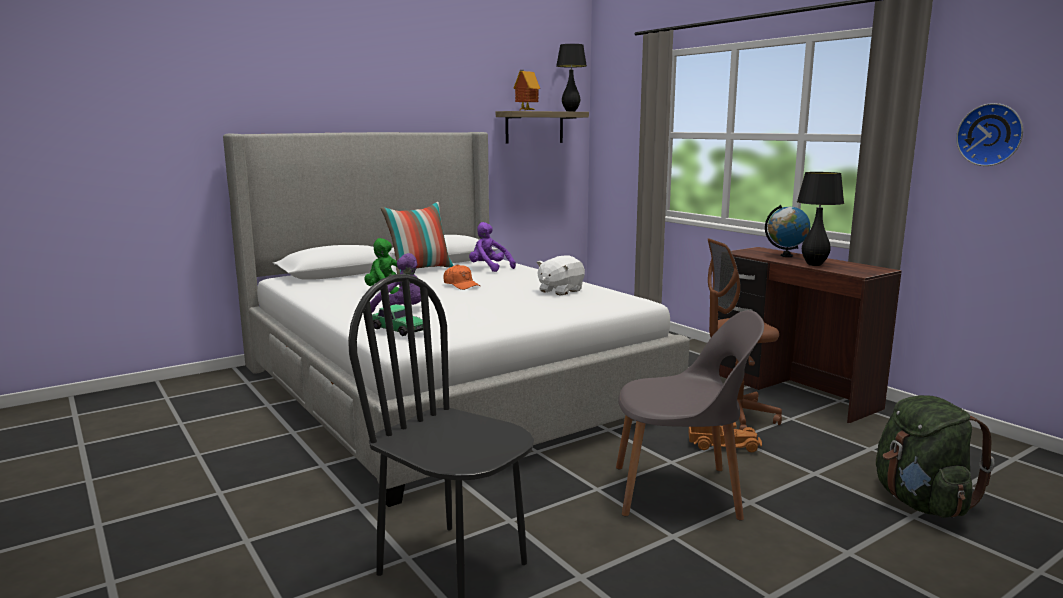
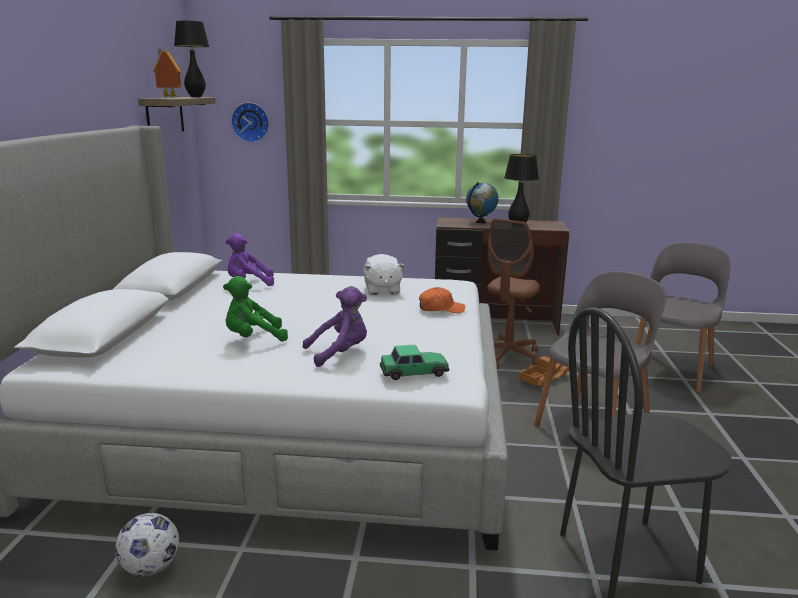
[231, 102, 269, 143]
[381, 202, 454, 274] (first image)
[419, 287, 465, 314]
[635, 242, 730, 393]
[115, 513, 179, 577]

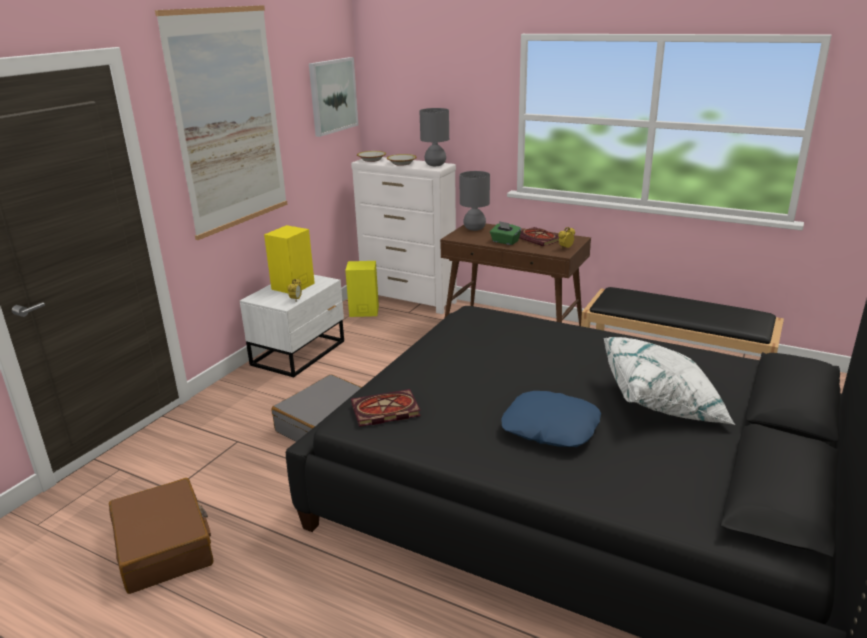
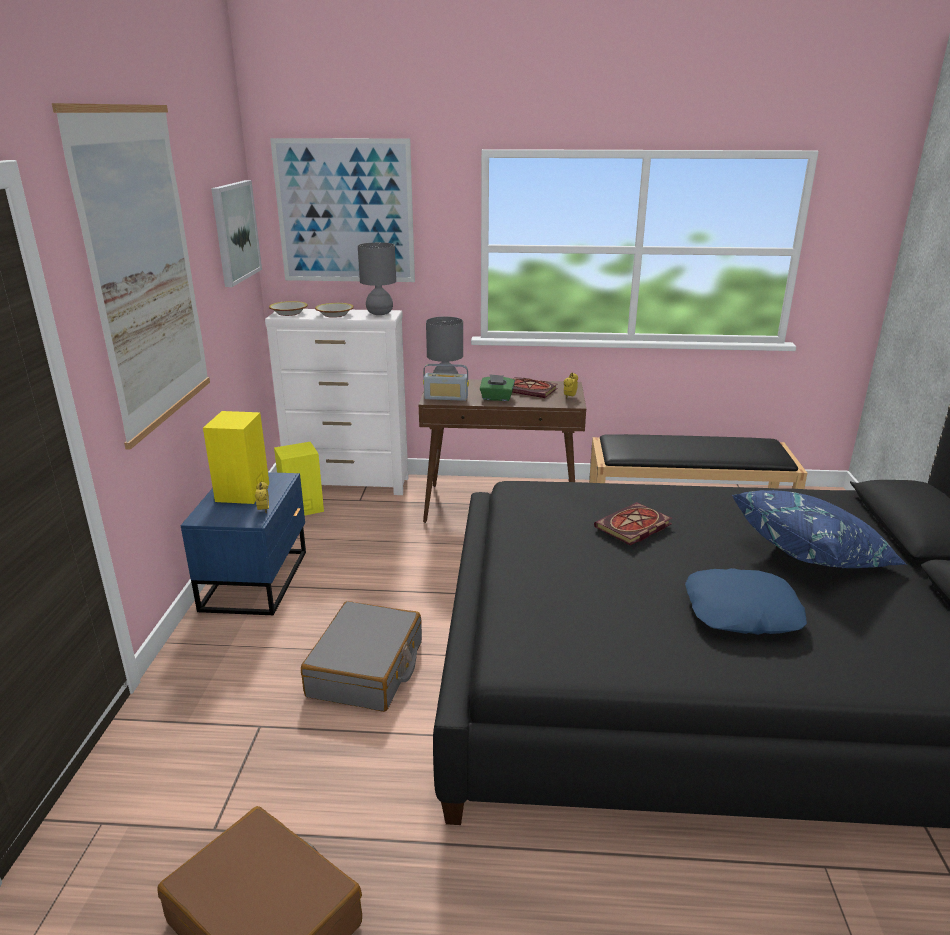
[181, 472, 306, 615]
[733, 490, 907, 568]
[594, 502, 672, 545]
[270, 138, 415, 282]
[423, 364, 469, 401]

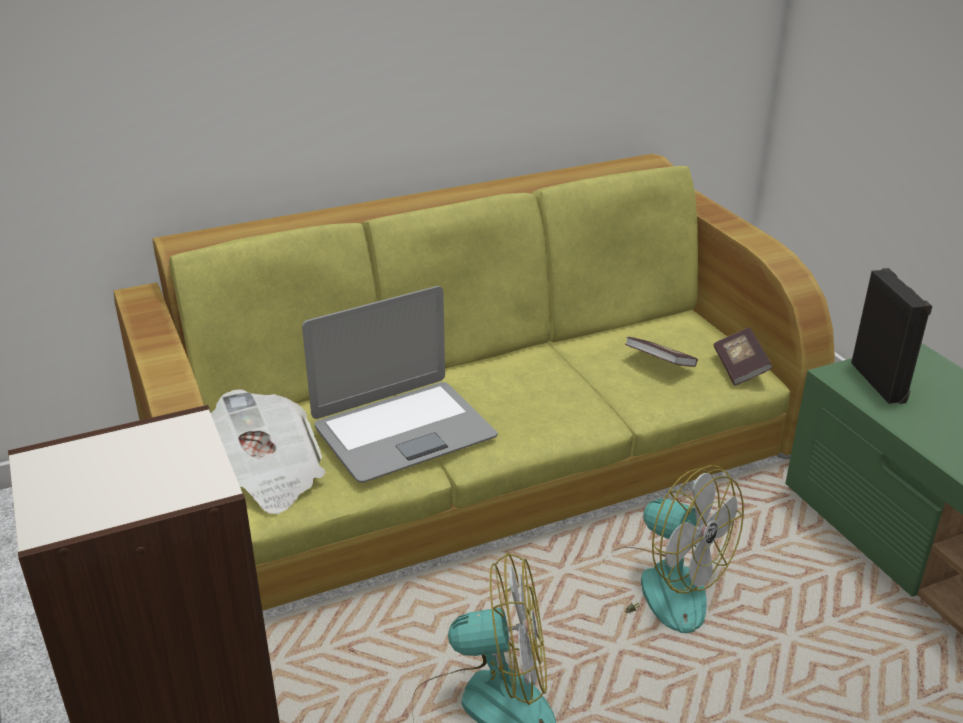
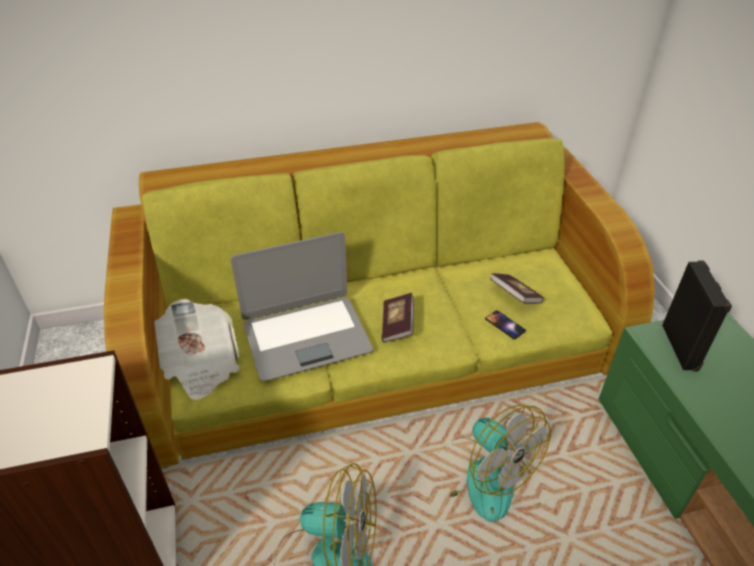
[382, 293, 414, 343]
[485, 310, 526, 339]

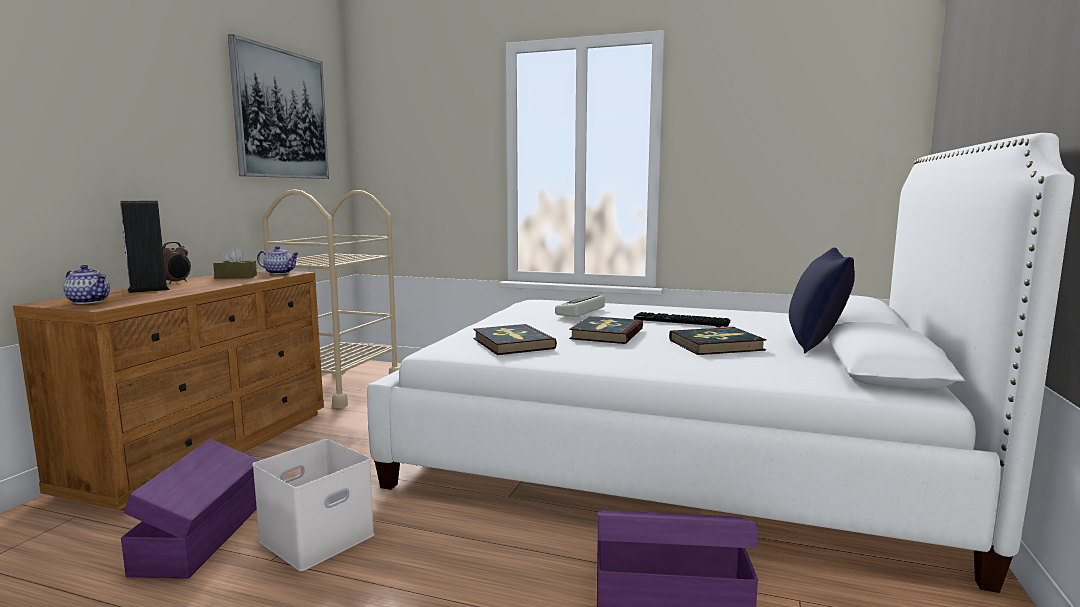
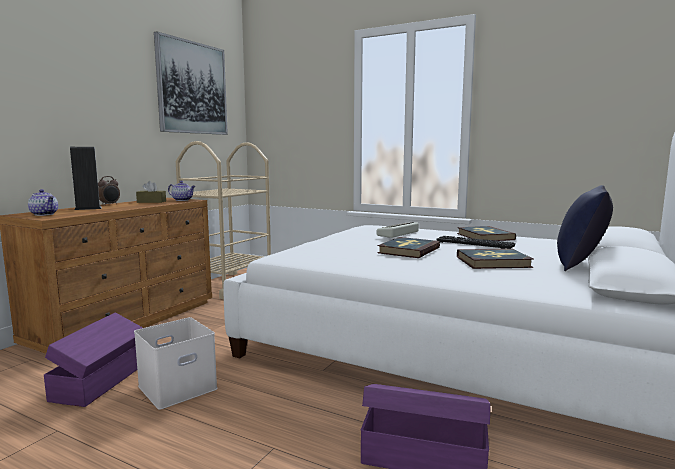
[457, 226, 516, 241]

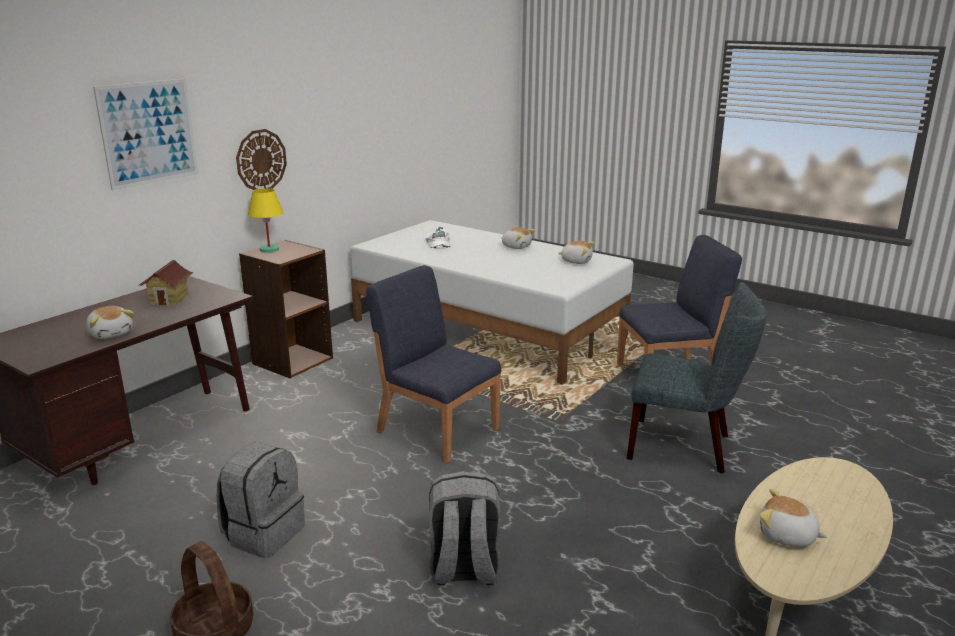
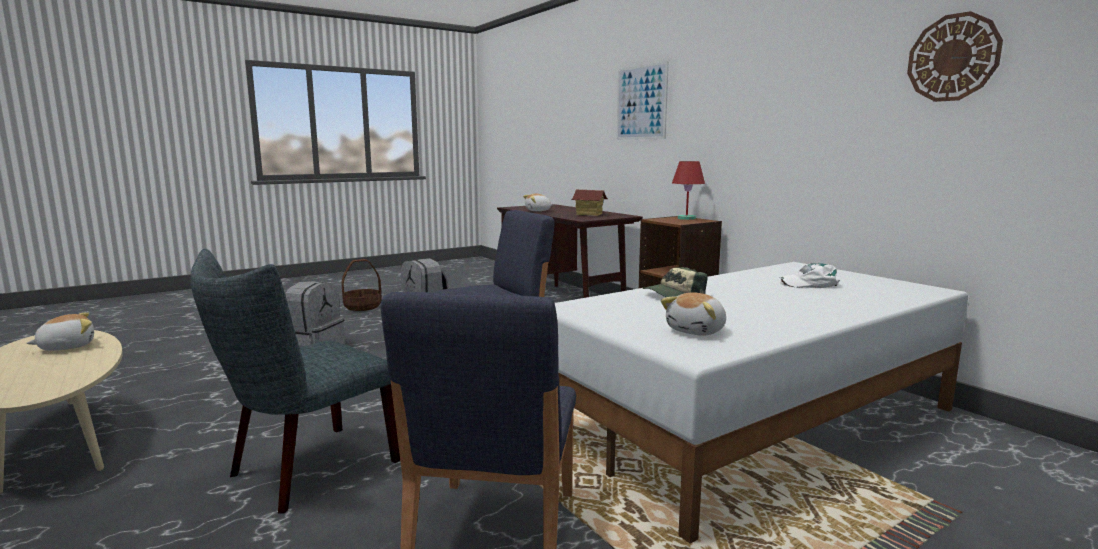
[907, 11, 1003, 102]
[672, 161, 705, 220]
[501, 227, 535, 249] (first image)
[643, 267, 707, 297]

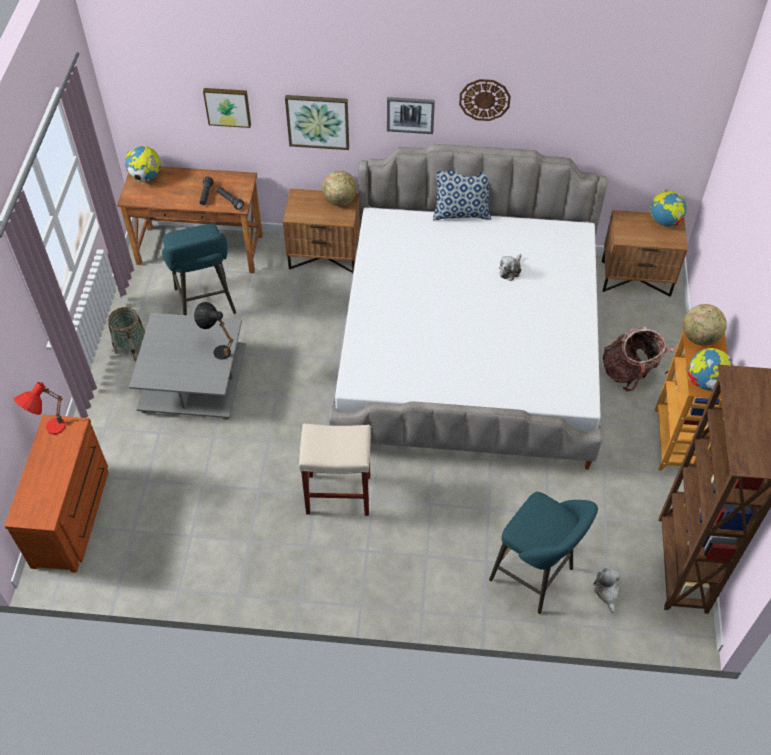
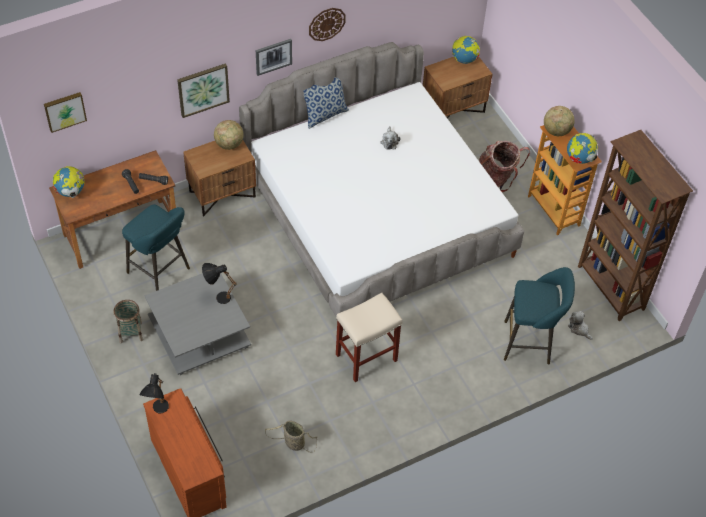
[44, 92, 87, 133]
[139, 373, 169, 413]
[265, 421, 317, 453]

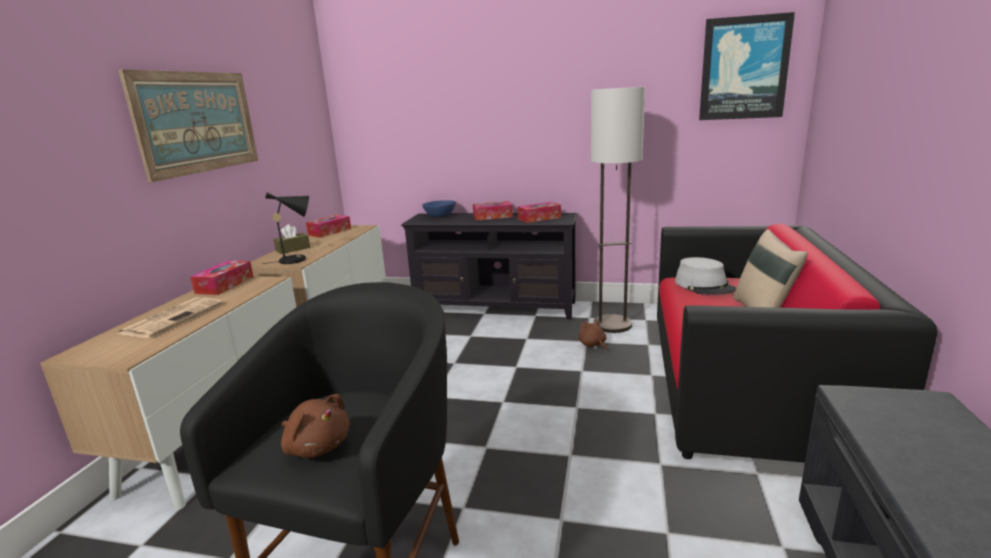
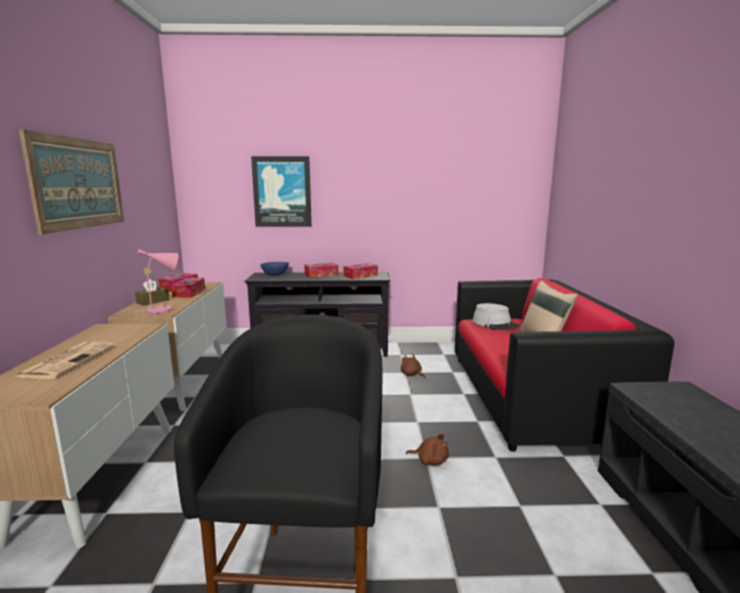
[251, 156, 312, 227]
[591, 87, 645, 333] (first image)
[130, 249, 178, 314]
[171, 278, 205, 298]
[406, 434, 449, 465]

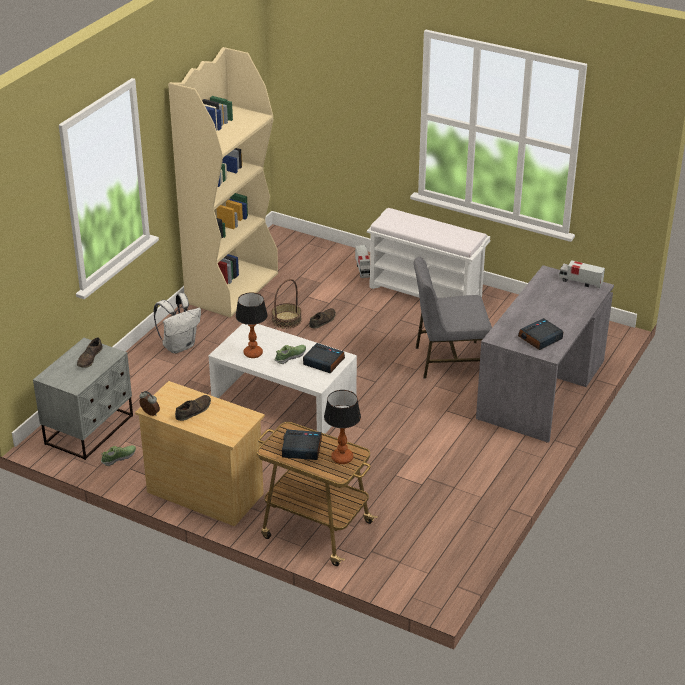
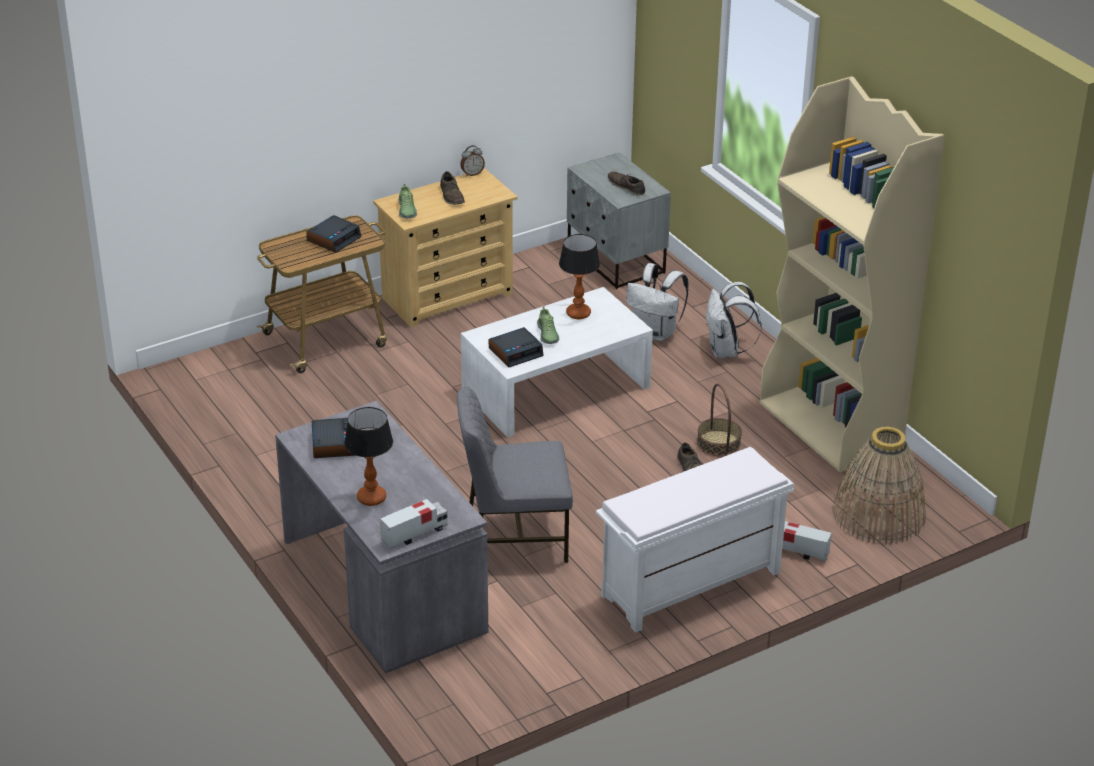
[457, 387, 573, 563]
[344, 407, 393, 506]
[398, 184, 417, 219]
[626, 263, 689, 341]
[832, 427, 926, 544]

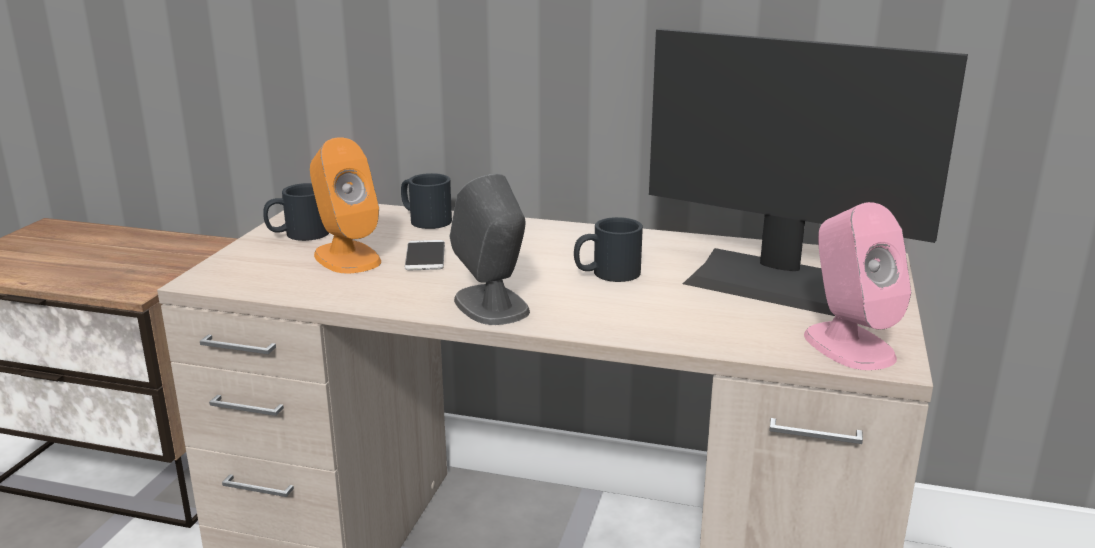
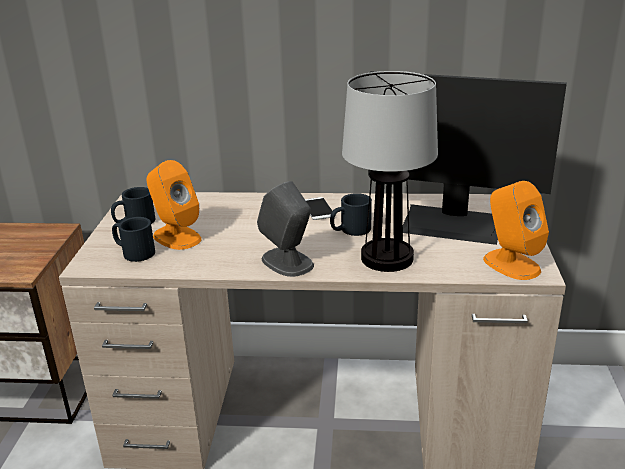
[112, 217, 155, 262]
[483, 181, 549, 280]
[305, 197, 332, 220]
[342, 71, 438, 272]

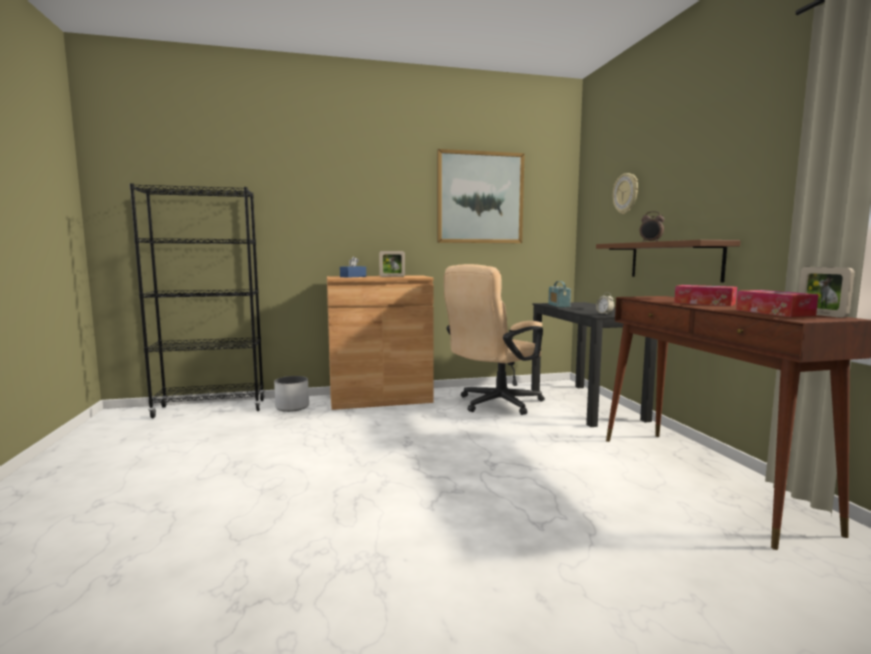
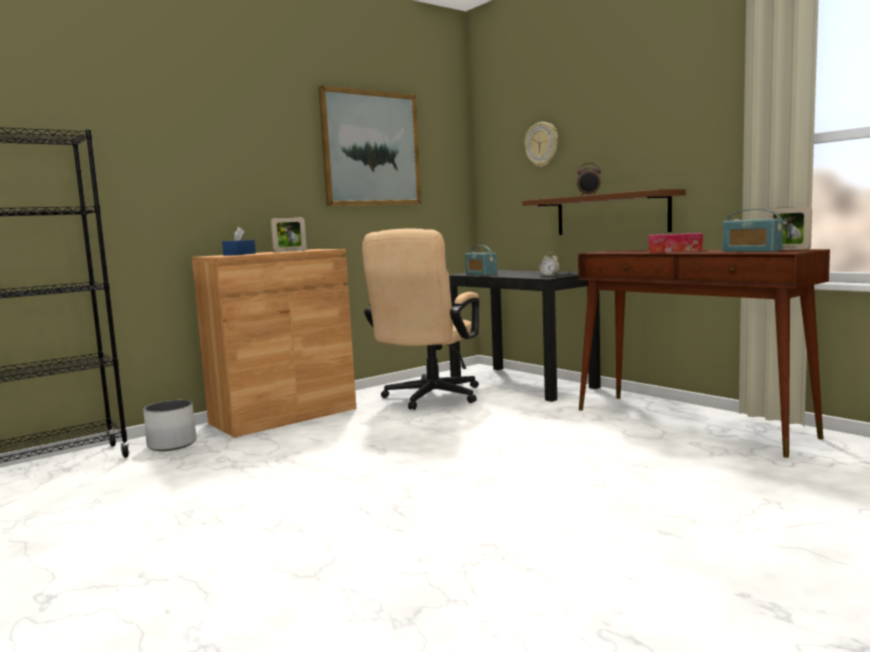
[722, 209, 783, 252]

